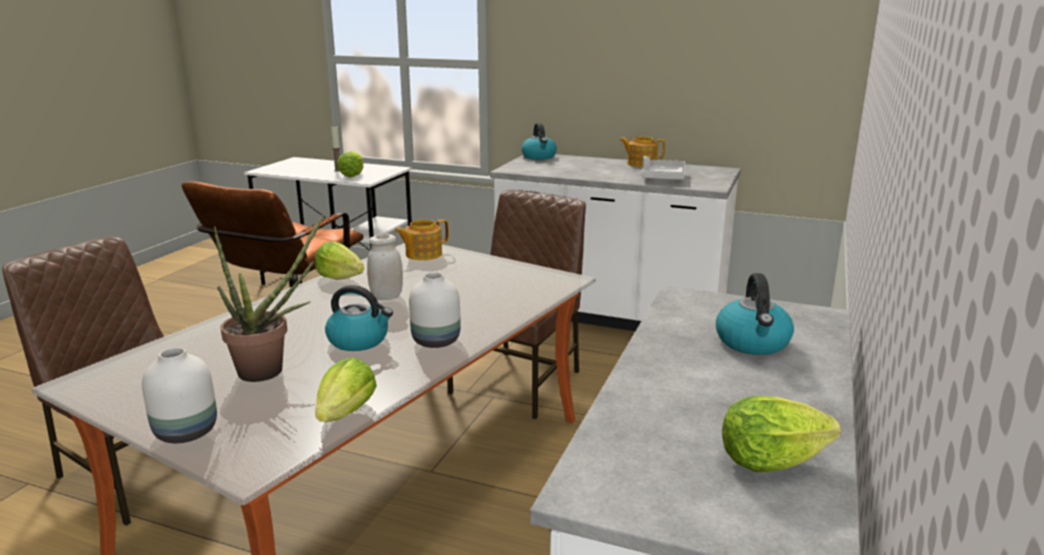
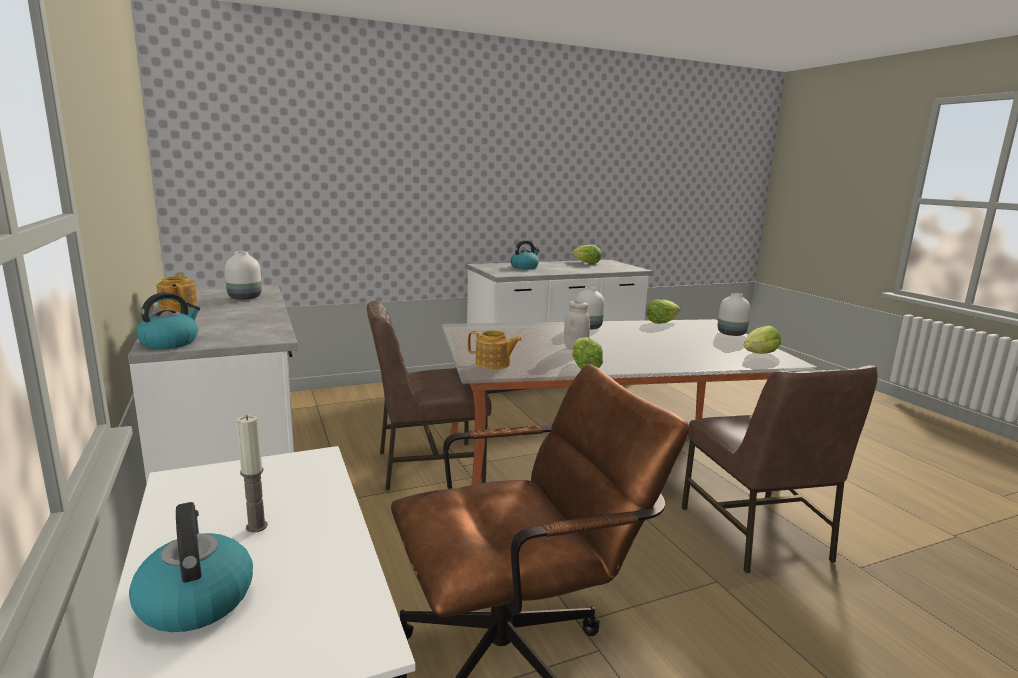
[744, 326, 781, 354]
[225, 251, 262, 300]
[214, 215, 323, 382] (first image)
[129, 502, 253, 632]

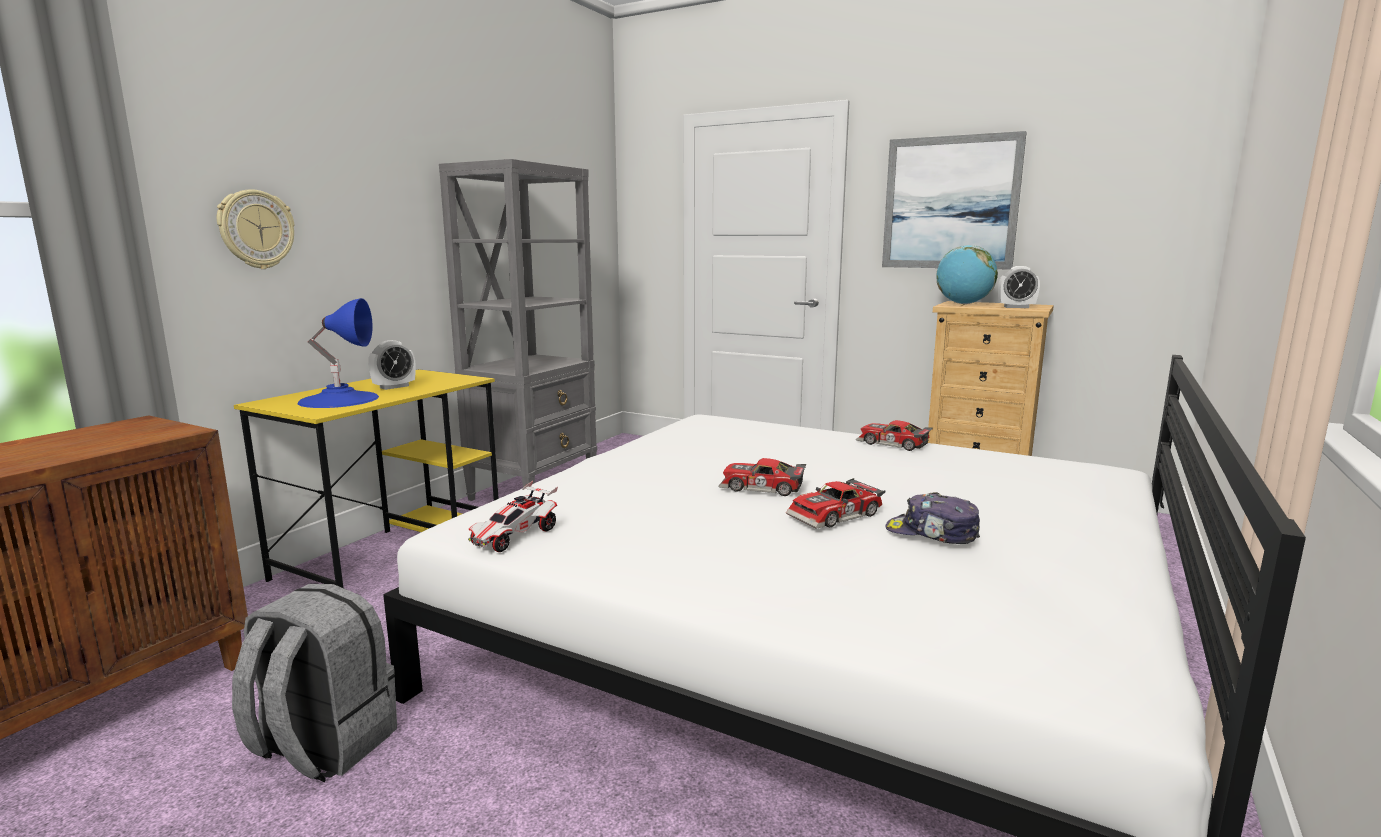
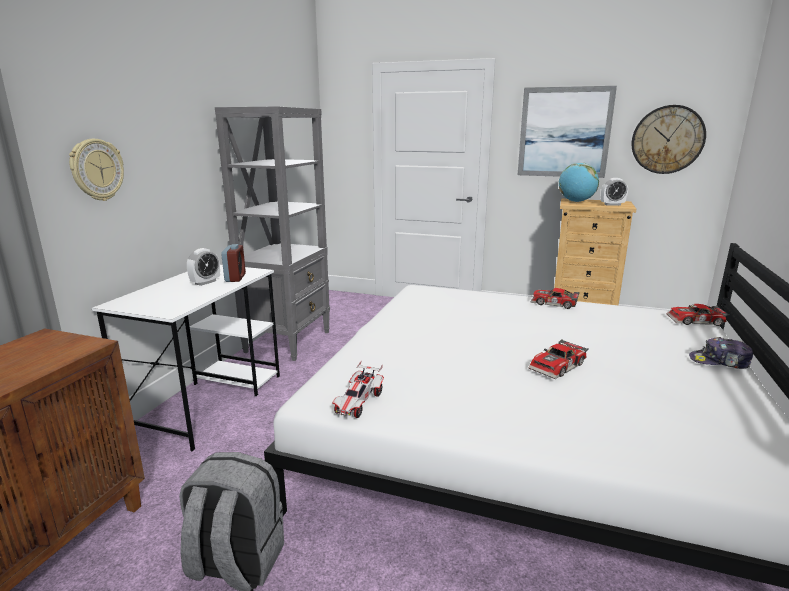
[298, 298, 379, 408] (first image)
[92, 265, 280, 451]
[667, 304, 730, 326]
[689, 337, 753, 369]
[632, 105, 706, 174]
[221, 244, 246, 282]

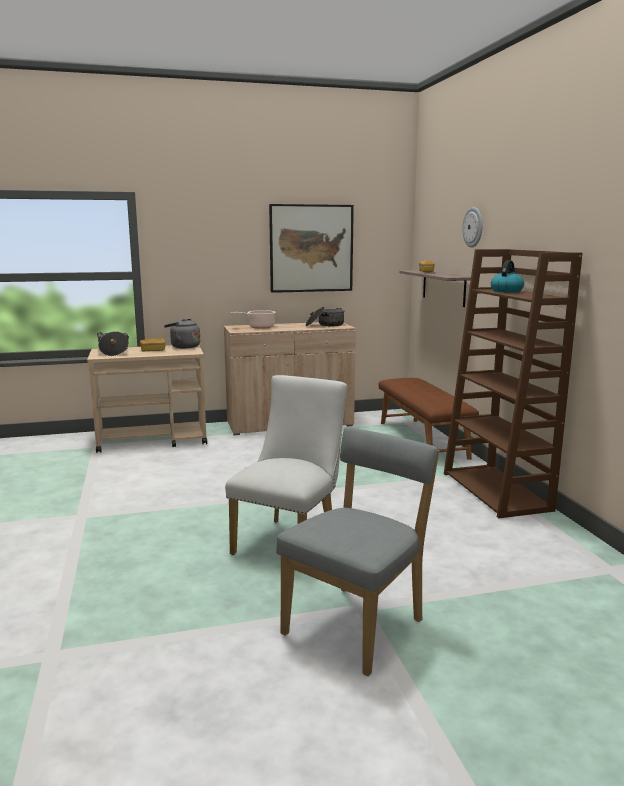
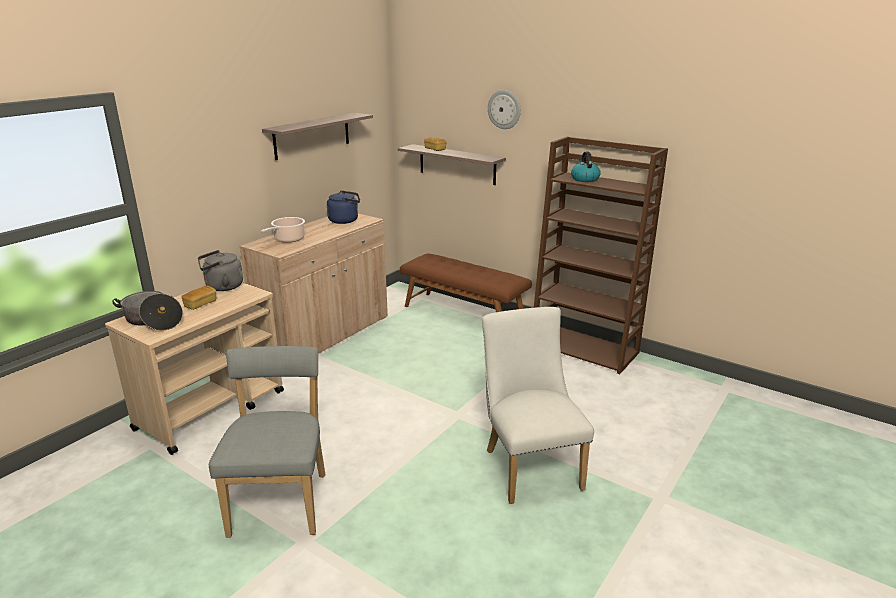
[262, 113, 373, 160]
[327, 190, 360, 224]
[209, 346, 326, 538]

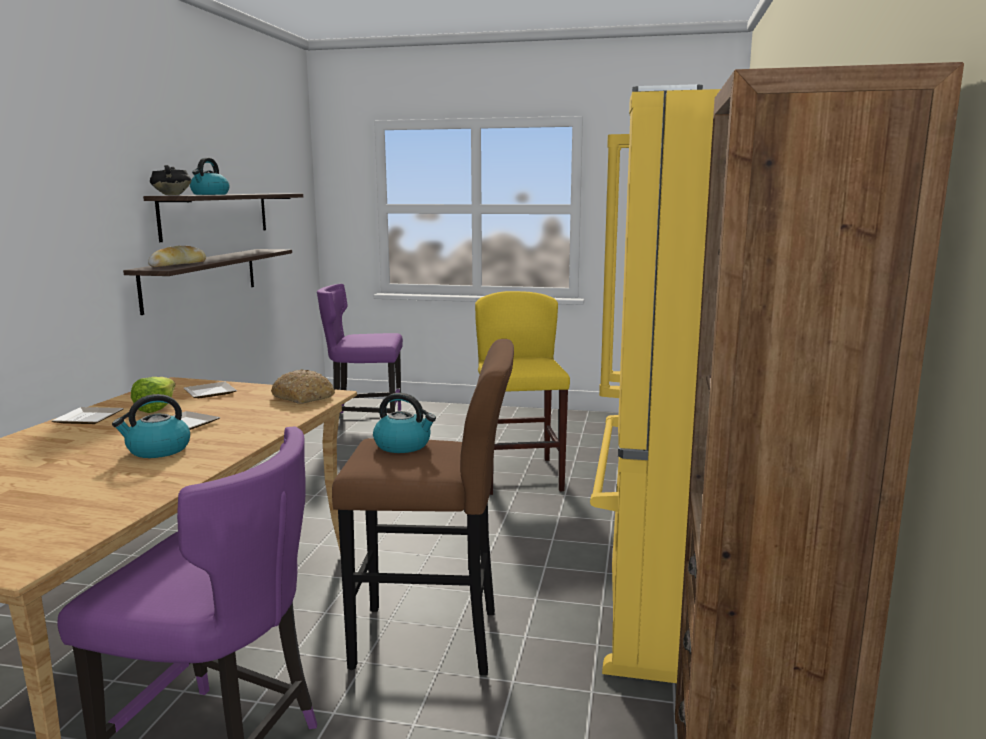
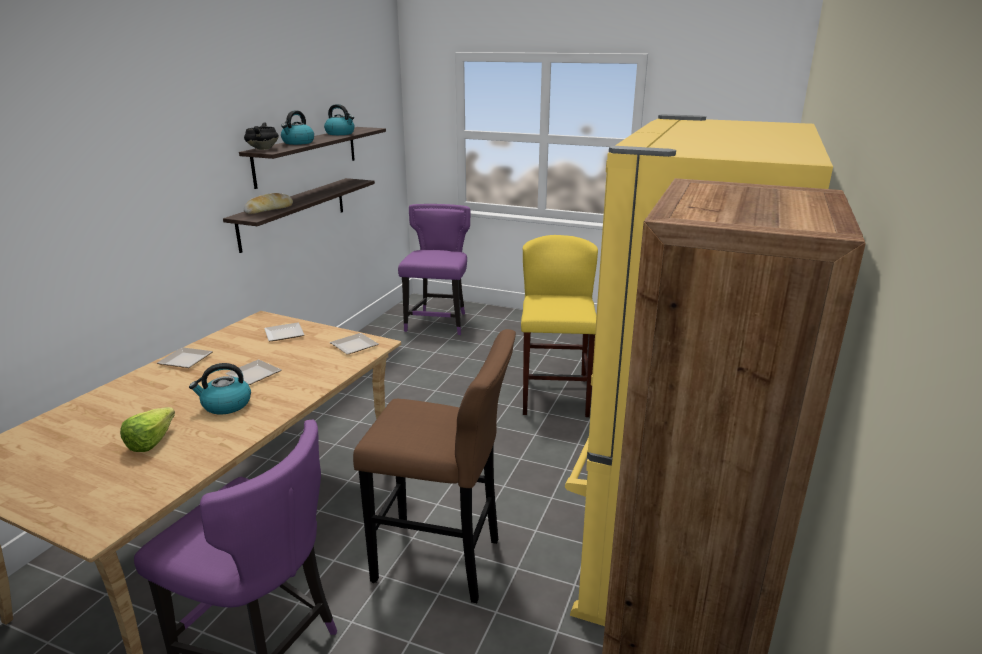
[398, 204, 470, 335]
[330, 333, 378, 355]
[120, 407, 175, 452]
[324, 104, 355, 135]

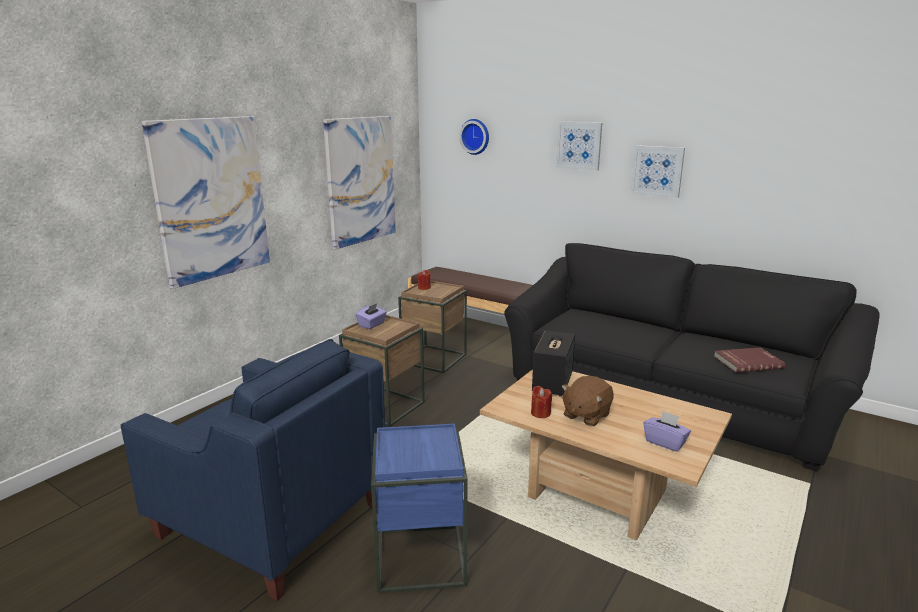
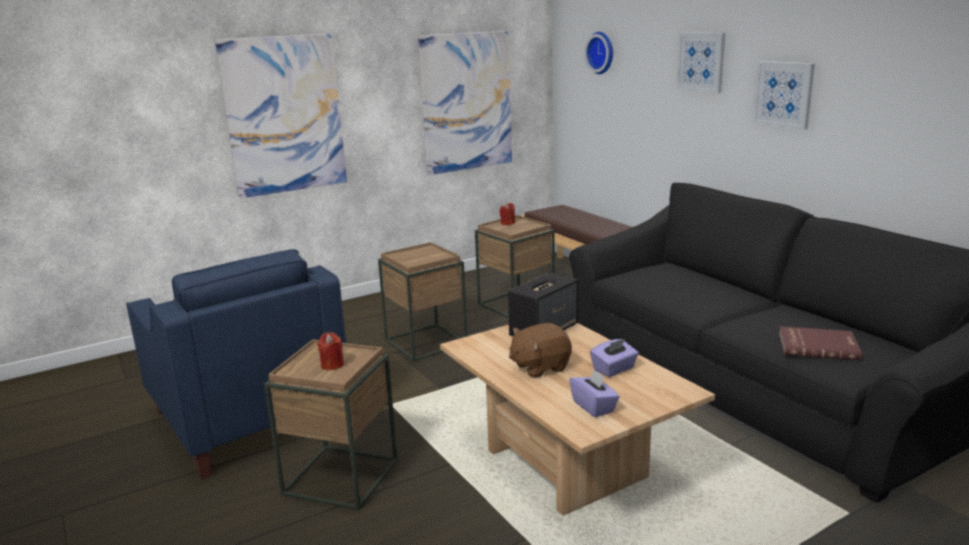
[590, 339, 639, 377]
[317, 332, 344, 370]
[264, 339, 398, 510]

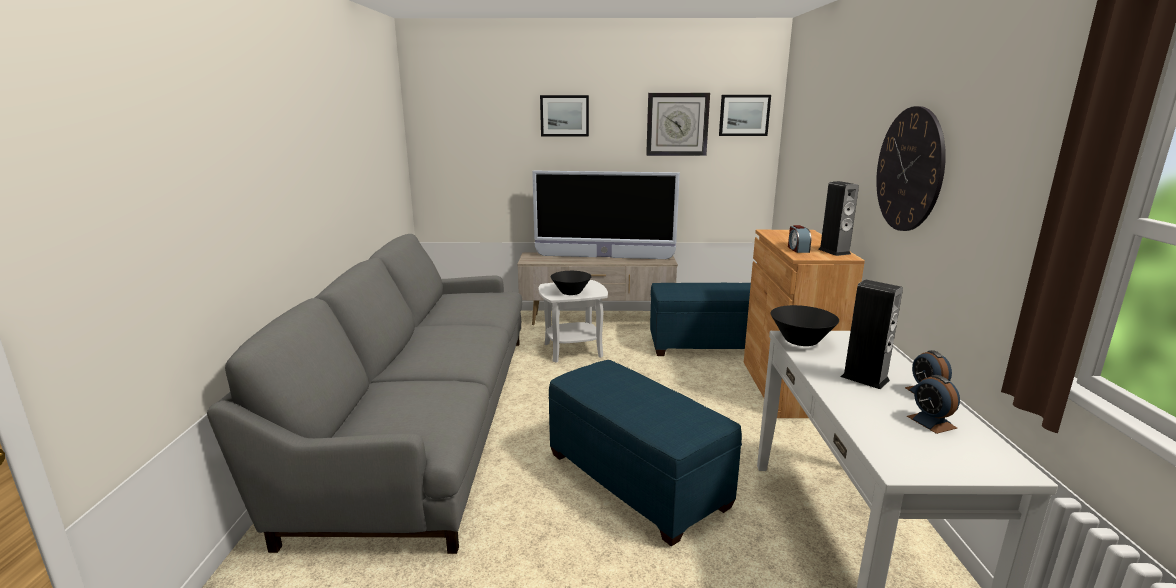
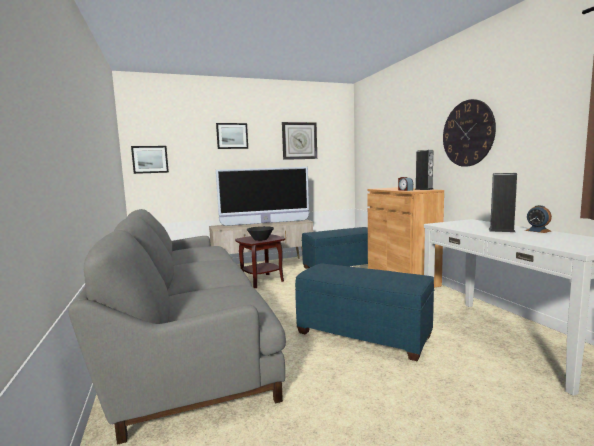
[131, 146, 169, 174]
[235, 234, 285, 288]
[770, 305, 839, 346] (first image)
[907, 375, 960, 434] (first image)

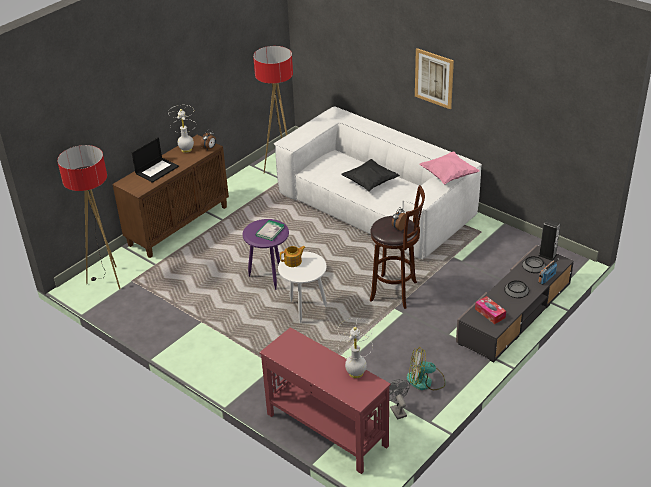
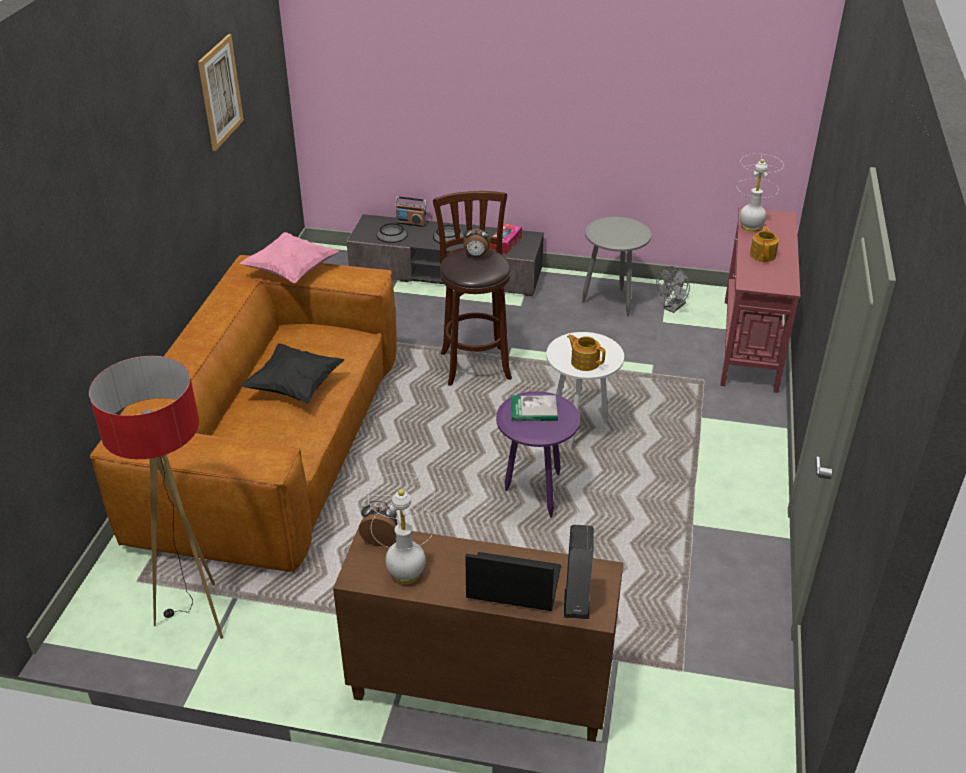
[198, 34, 244, 151]
[90, 255, 397, 572]
[57, 145, 120, 289] (first image)
[564, 525, 593, 619]
[582, 217, 651, 317]
[750, 226, 779, 262]

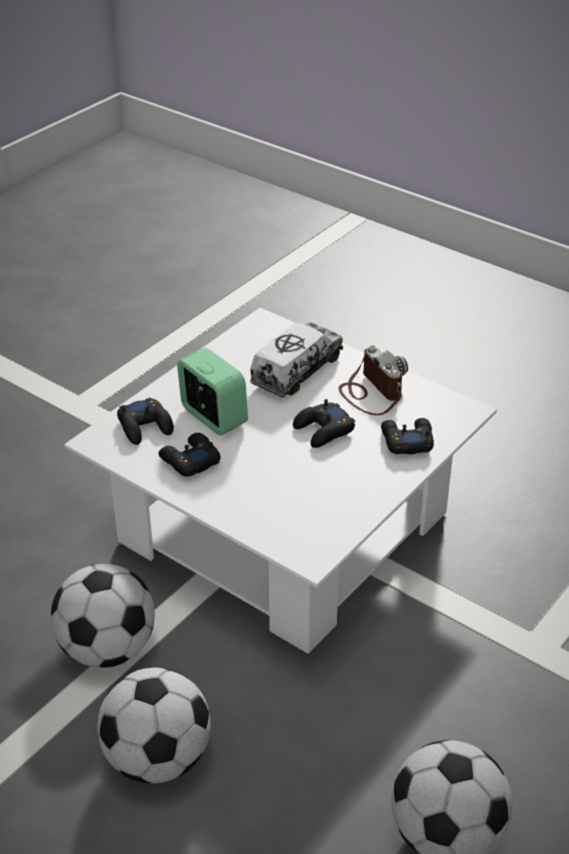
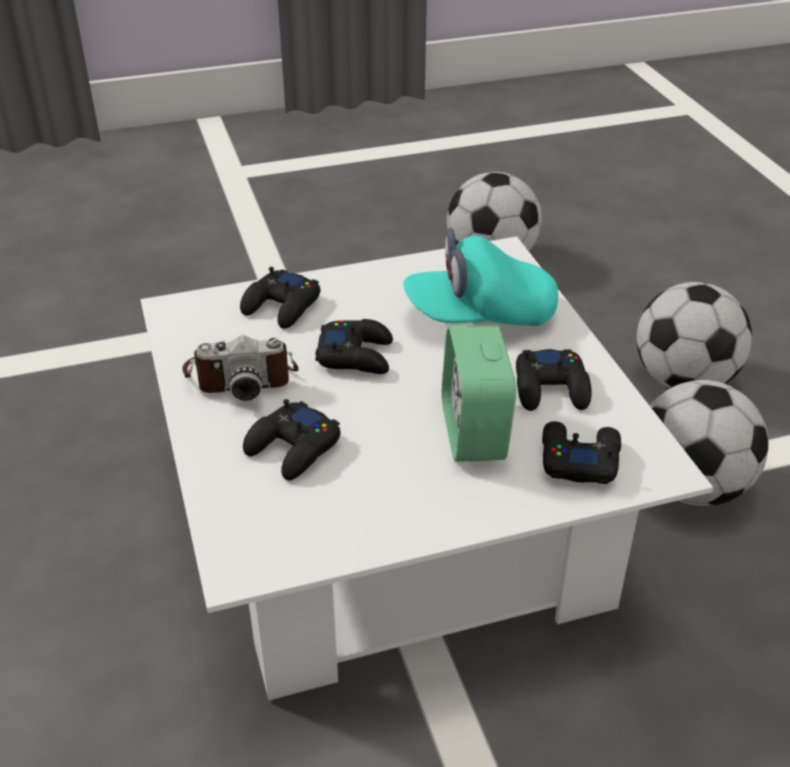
[243, 399, 341, 480]
[182, 335, 299, 401]
[403, 228, 558, 326]

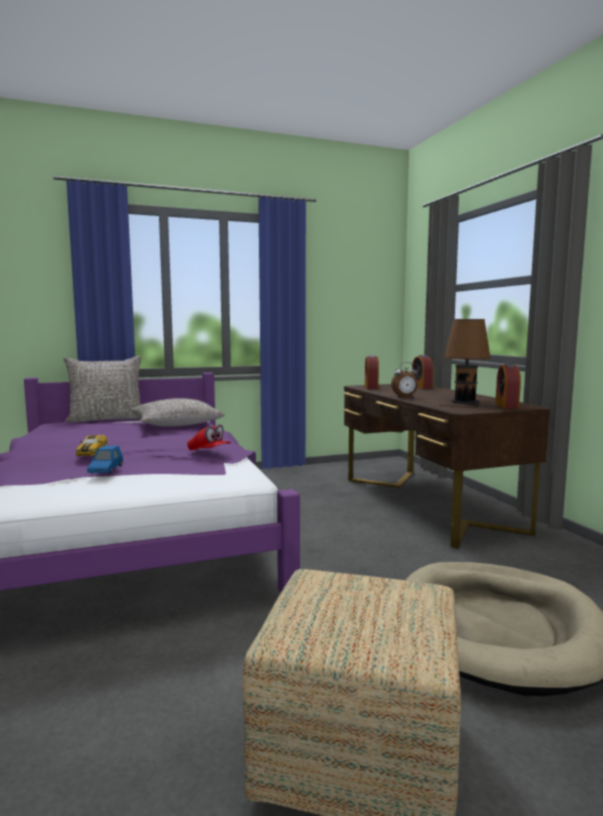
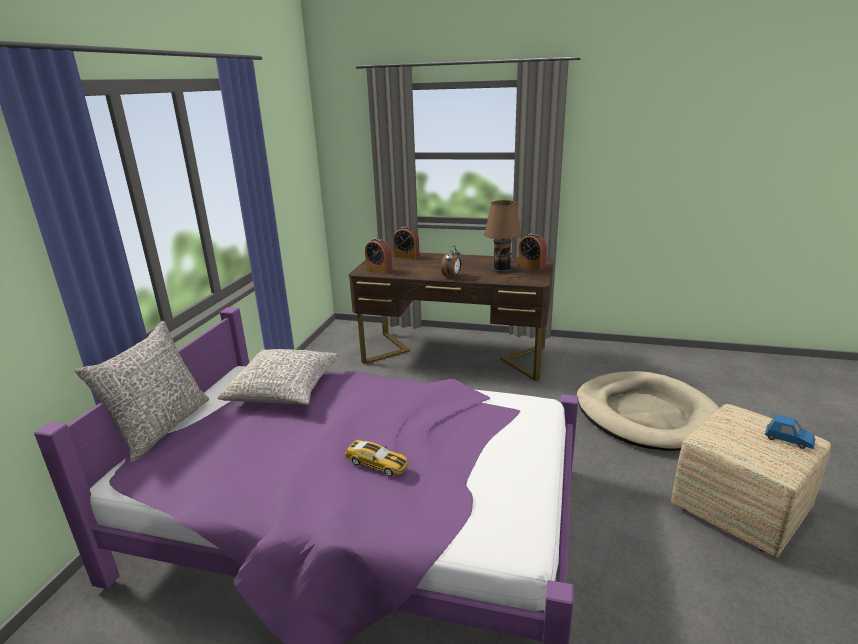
[187, 425, 231, 450] (first image)
[765, 414, 815, 449]

